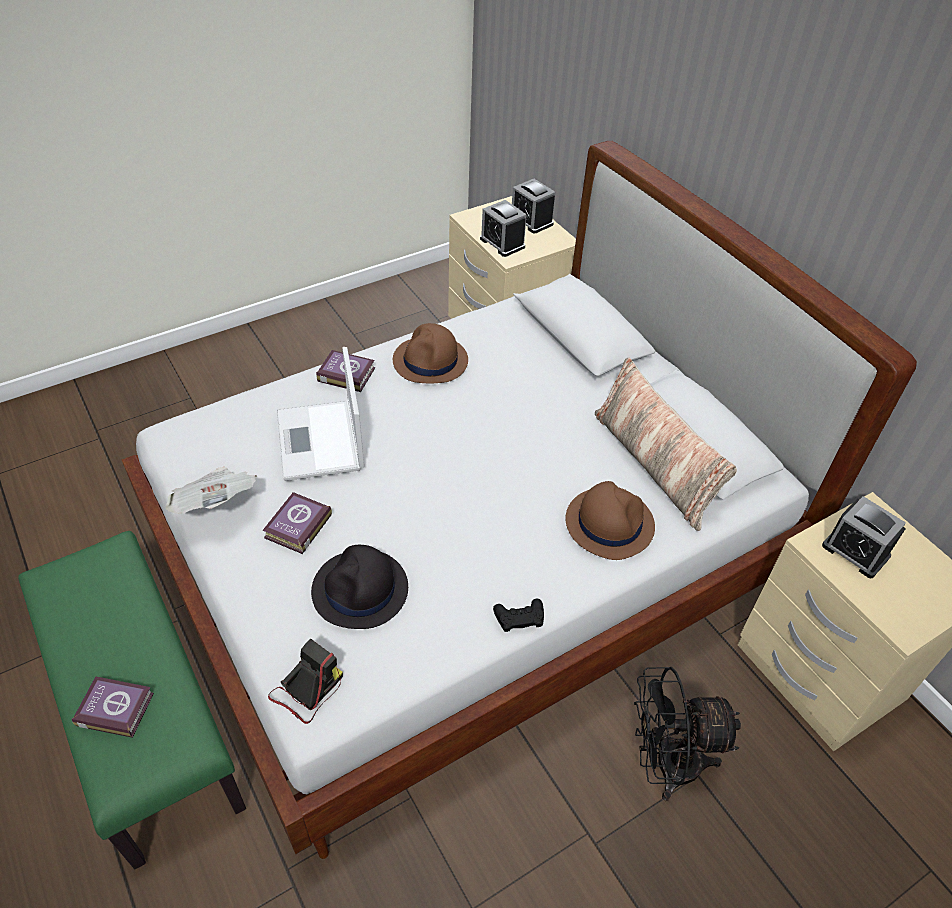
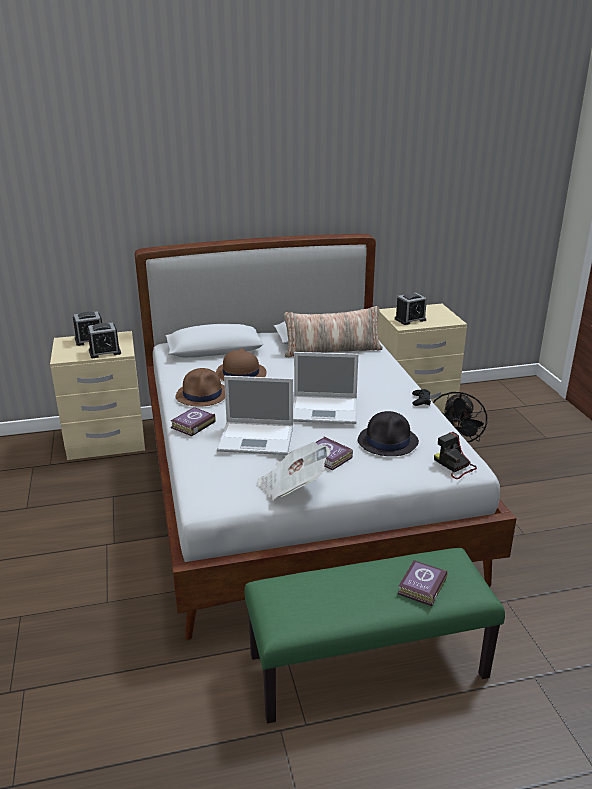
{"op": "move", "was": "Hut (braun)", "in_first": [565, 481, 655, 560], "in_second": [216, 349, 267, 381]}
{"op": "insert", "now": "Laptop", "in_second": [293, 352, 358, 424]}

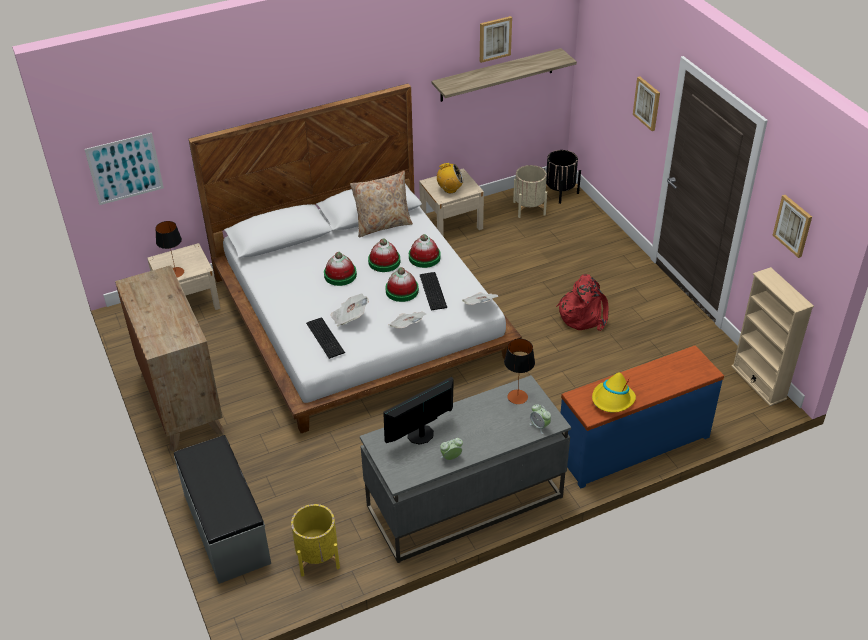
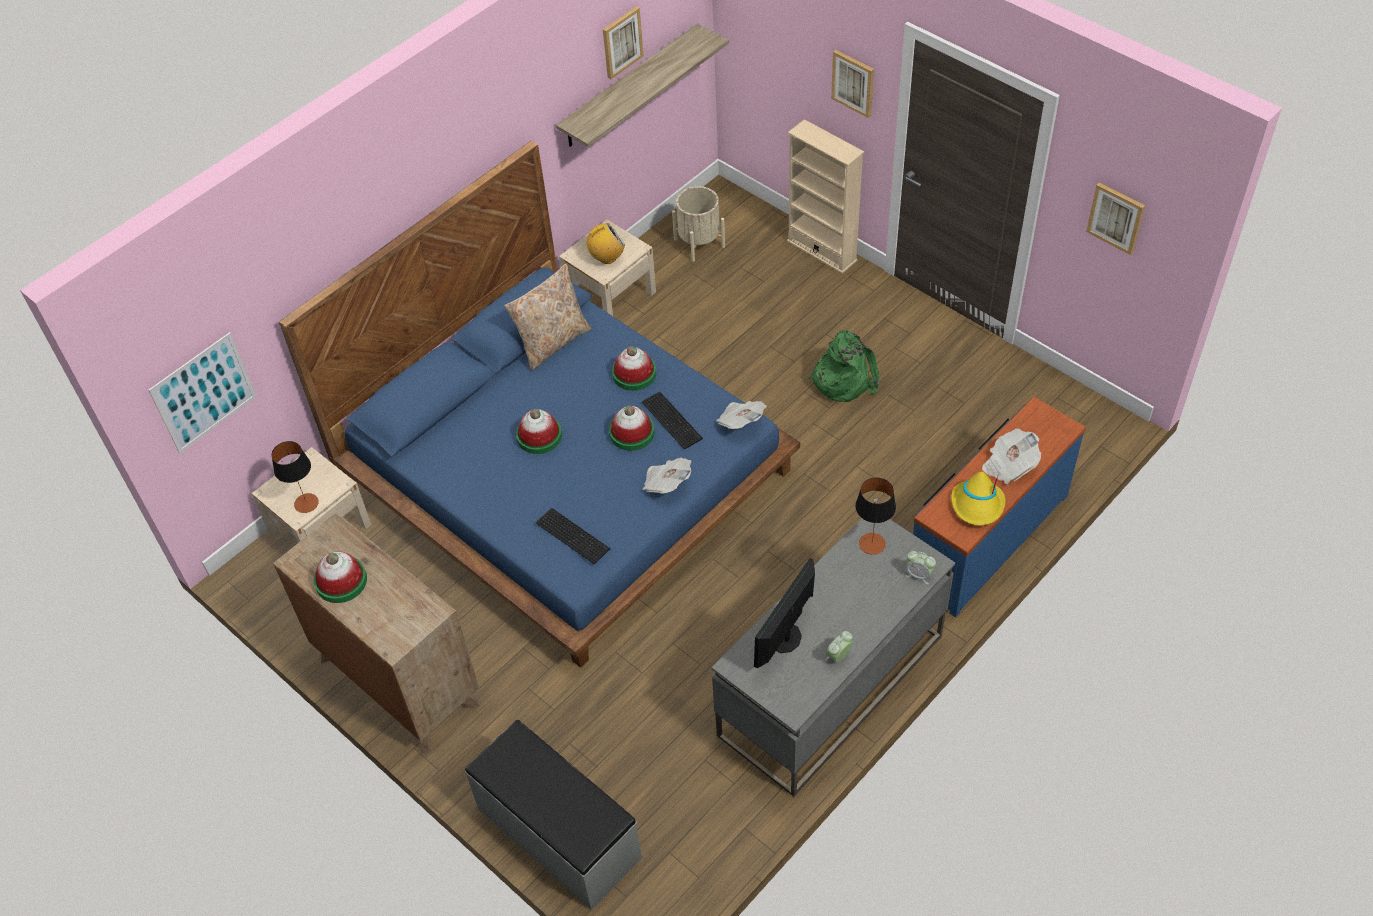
{"op": "recolor", "was": "Bett (weiß)", "now": "Bett (blau)", "in_first": [189, 84, 522, 433], "in_second": [279, 141, 800, 668]}
{"op": "delete", "was": "Pflanzkübel (gelb)", "in_first": [291, 504, 340, 576]}
{"op": "move", "was": "Zeitung", "in_first": [330, 294, 369, 326], "in_second": [982, 429, 1041, 484]}
{"op": "move", "was": "Hut", "in_first": [368, 239, 400, 272], "in_second": [314, 552, 367, 603]}
{"op": "delete", "was": "Pflanzkübel (schwarz)", "in_first": [544, 150, 581, 204]}
{"op": "recolor", "was": "Rucksack (rot)", "now": "Rucksack (grün)", "in_first": [556, 274, 609, 331], "in_second": [808, 330, 879, 402]}
{"op": "move", "was": "Bücherregal (beige)", "in_first": [732, 267, 814, 406], "in_second": [787, 119, 864, 274]}

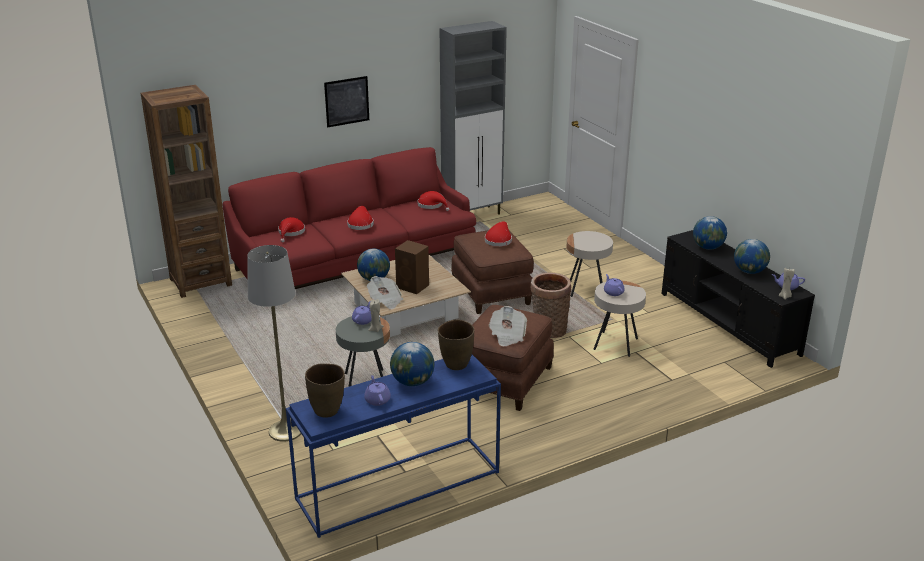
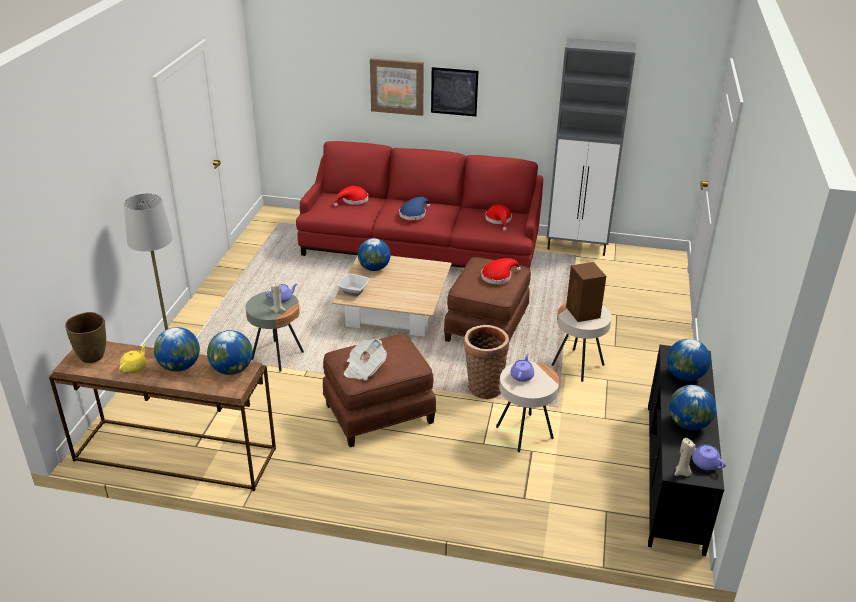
{"op": "delete", "was": "Bücherregal (braun)", "in_first": [141, 85, 232, 298]}
{"op": "recolor", "was": "Konsolentisch (blau)", "now": "Konsolentisch (braun)", "in_first": [286, 355, 501, 538], "in_second": [49, 341, 276, 491]}
{"op": "recolor", "was": "Hut (rot)", "now": "Hut (blau)", "in_first": [347, 206, 374, 230], "in_second": [399, 197, 430, 220]}
{"op": "recolor", "was": "Teekanne (lila)", "now": "Teekanne (gelb)", "in_first": [364, 375, 391, 406], "in_second": [119, 343, 147, 373]}
{"op": "replace", "was": "Zeitung", "now": "Schüssel", "in_first": [367, 276, 403, 309], "in_second": [337, 274, 370, 296]}
{"op": "move", "was": "Lautsprecher (braun)", "in_first": [395, 240, 429, 294], "in_second": [566, 262, 606, 322]}
{"op": "replace", "was": "Vase (braun)", "now": "Globus", "in_first": [438, 320, 475, 370], "in_second": [207, 330, 253, 375]}
{"op": "insert", "now": "Bild", "in_second": [370, 58, 424, 116]}

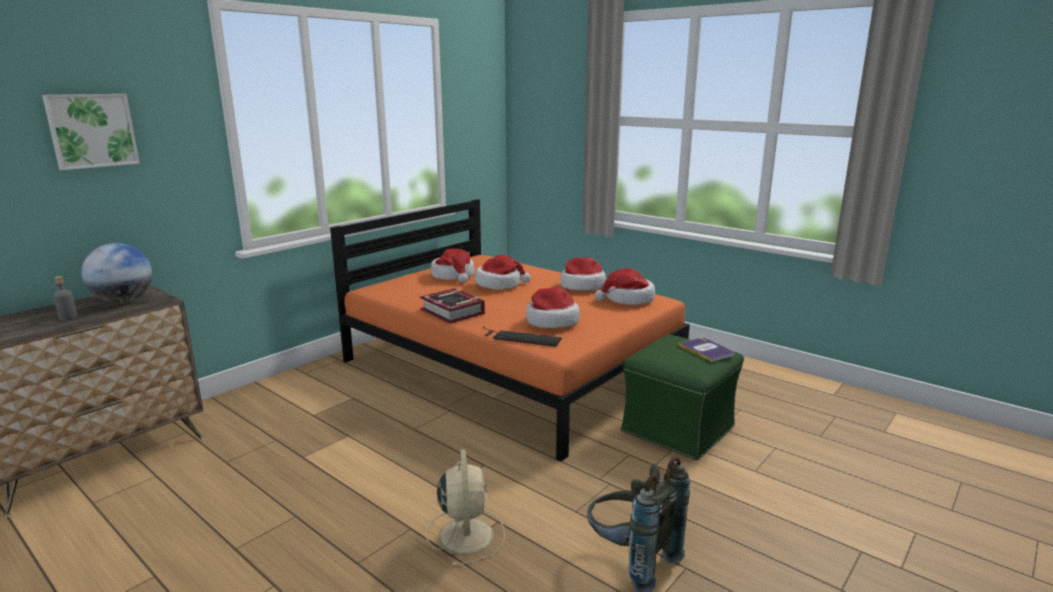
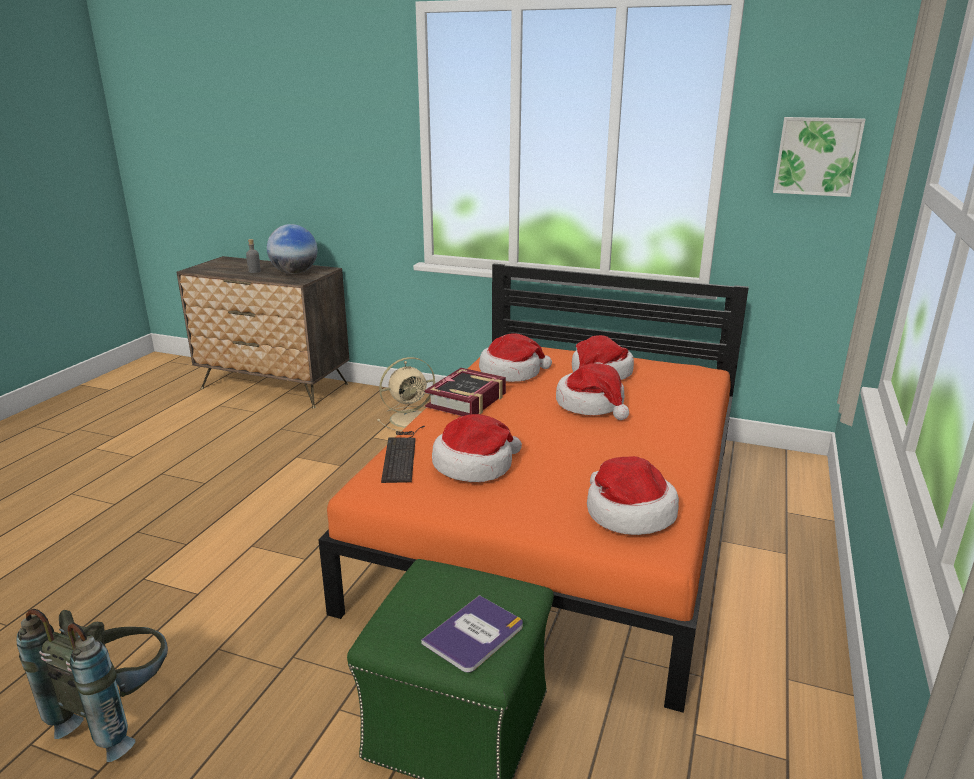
{"op": "move", "was": "Bild", "in_first": [42, 94, 140, 170], "in_second": [773, 117, 866, 197]}
{"op": "move", "was": "Ventilator (beige)", "in_first": [426, 449, 505, 567], "in_second": [377, 357, 435, 431]}
{"op": "move", "was": "Hut", "in_first": [560, 257, 606, 291], "in_second": [479, 333, 552, 382]}

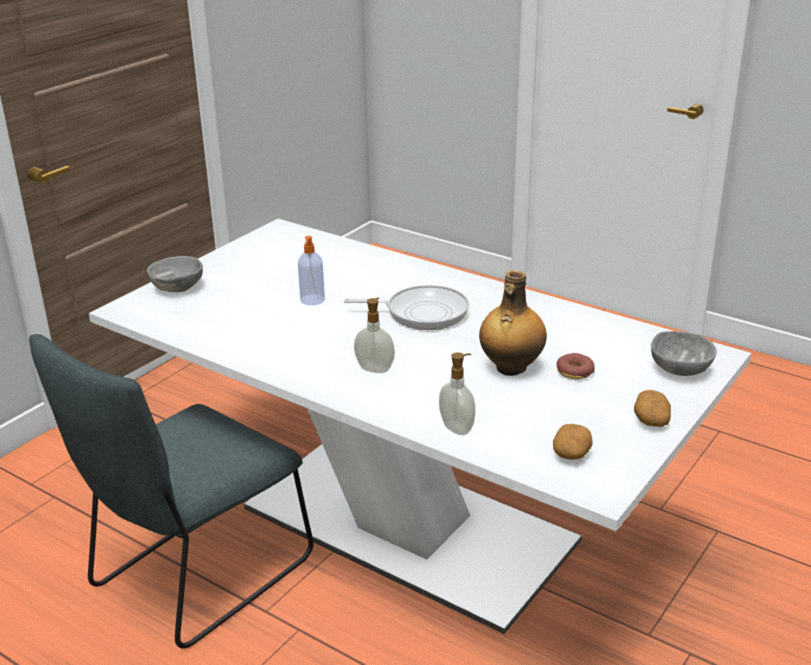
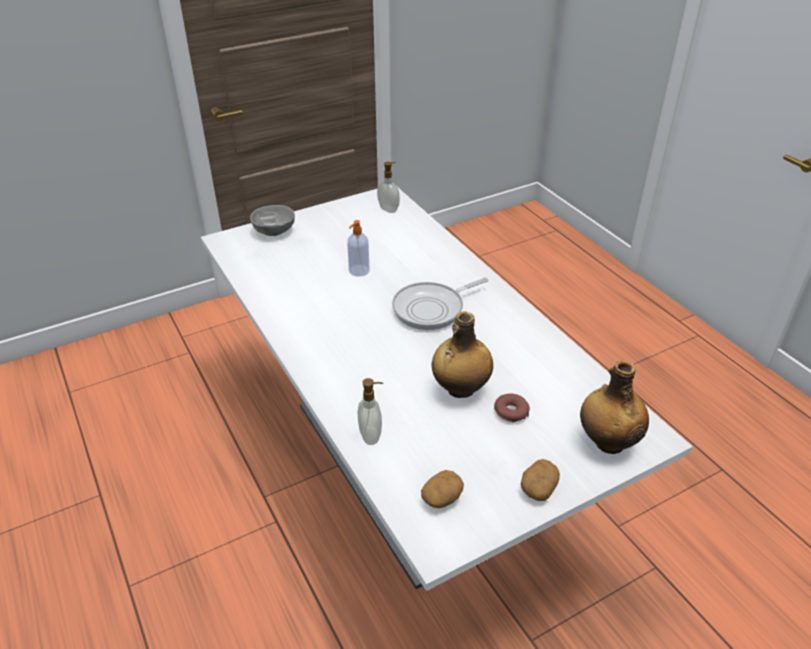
{"op": "delete", "was": "Stuhl (grau)", "in_first": [29, 334, 314, 649]}
{"op": "rotate", "was": "Pfanne", "in_first": [344, 285, 469, 330], "in_second": [392, 277, 488, 330], "clockwise": 120}
{"op": "move", "was": "Seifenspender", "in_first": [354, 297, 395, 373], "in_second": [377, 162, 400, 213]}
{"op": "replace", "was": "Schüssel (grau)", "now": "Flasche", "in_first": [651, 331, 717, 376], "in_second": [580, 360, 649, 454]}

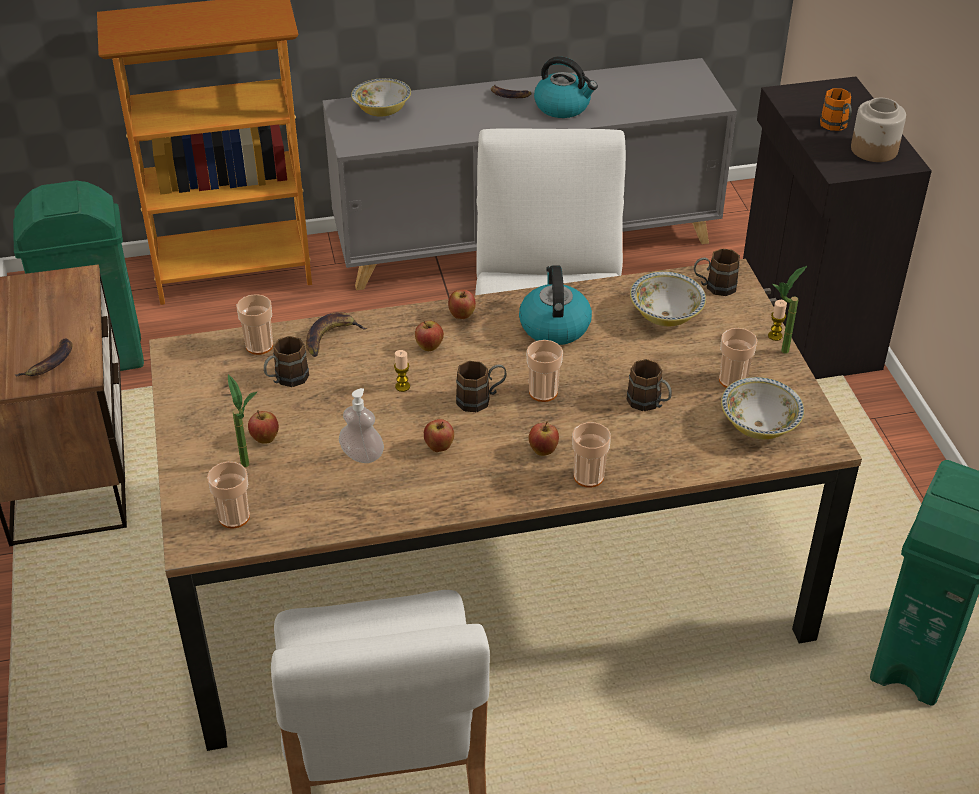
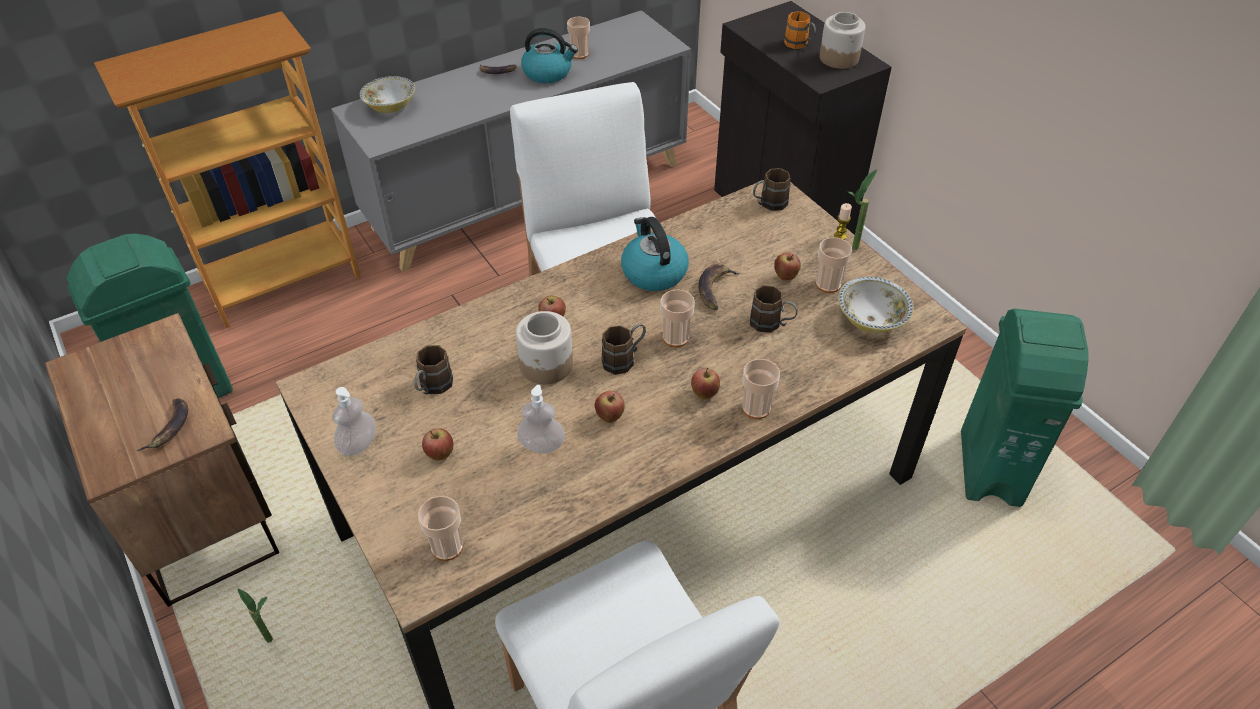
{"op": "move", "was": "Topfpflanze", "in_first": [228, 374, 257, 467], "in_second": [238, 589, 273, 643]}
{"op": "move", "was": "Tasse", "in_first": [237, 294, 273, 355], "in_second": [567, 17, 590, 59]}
{"op": "move", "was": "Banane", "in_first": [306, 312, 367, 357], "in_second": [698, 264, 740, 311]}
{"op": "replace", "was": "Kerze", "now": "Vorratsglas", "in_first": [394, 350, 410, 392], "in_second": [516, 311, 573, 384]}
{"op": "move", "was": "Apfel", "in_first": [448, 290, 476, 319], "in_second": [774, 253, 801, 281]}
{"op": "delete", "was": "Schüssel", "in_first": [630, 271, 706, 326]}
{"op": "insert", "now": "Seifenspender", "in_second": [333, 387, 376, 456]}

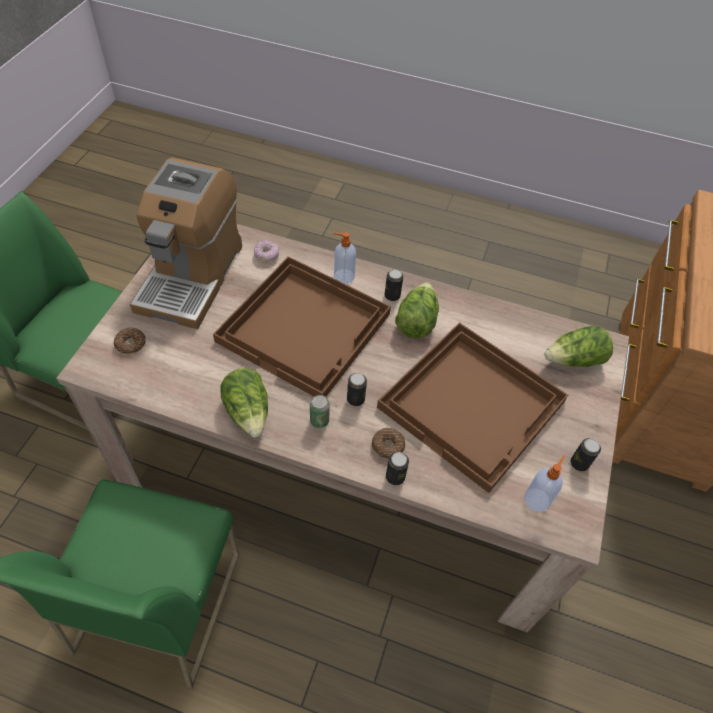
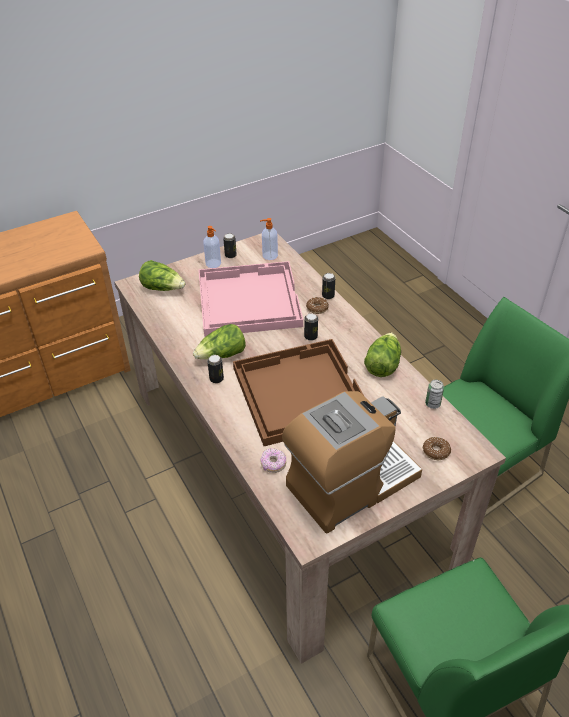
{"op": "move", "was": "Dose", "in_first": [310, 395, 330, 428], "in_second": [425, 380, 444, 409]}
{"op": "move", "was": "Seifenspender", "in_first": [333, 232, 356, 284], "in_second": [203, 226, 221, 268]}
{"op": "recolor", "was": "Tablett (braun)", "now": "Tablett (rosa)", "in_first": [377, 322, 568, 493], "in_second": [198, 261, 303, 337]}

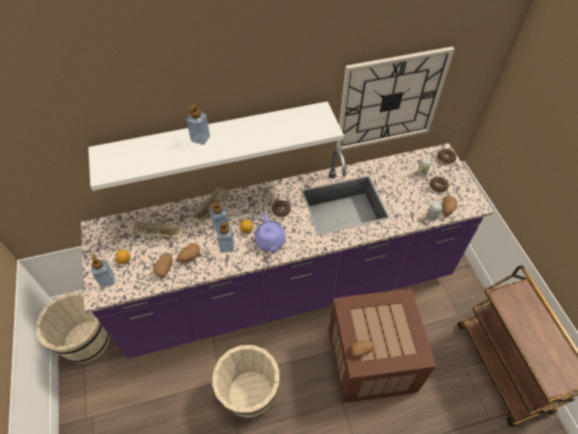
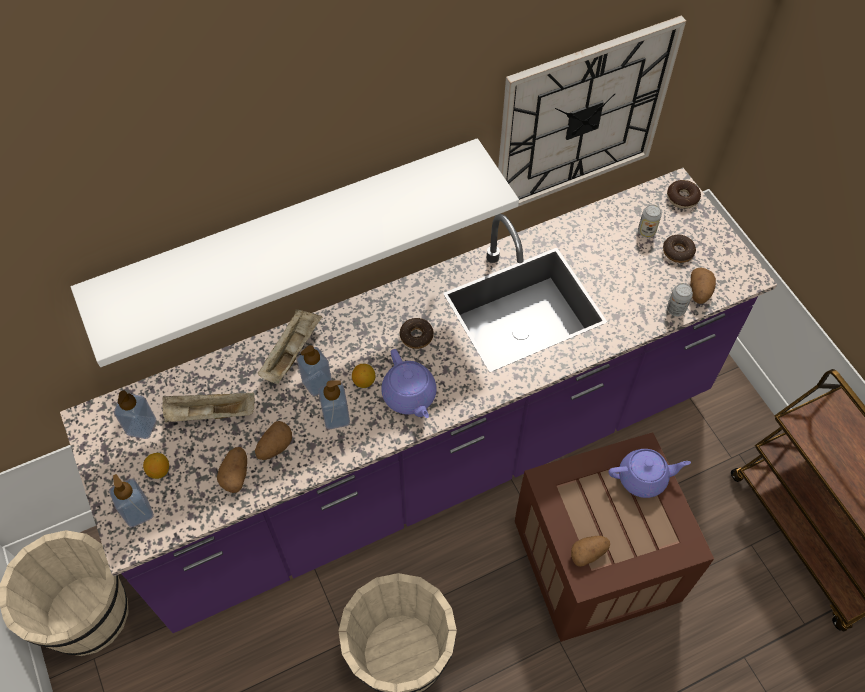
{"op": "move", "was": "Seifenspender", "in_first": [186, 104, 210, 145], "in_second": [114, 391, 156, 439]}
{"op": "insert", "now": "Teekanne (lila)", "in_second": [609, 449, 691, 498]}

